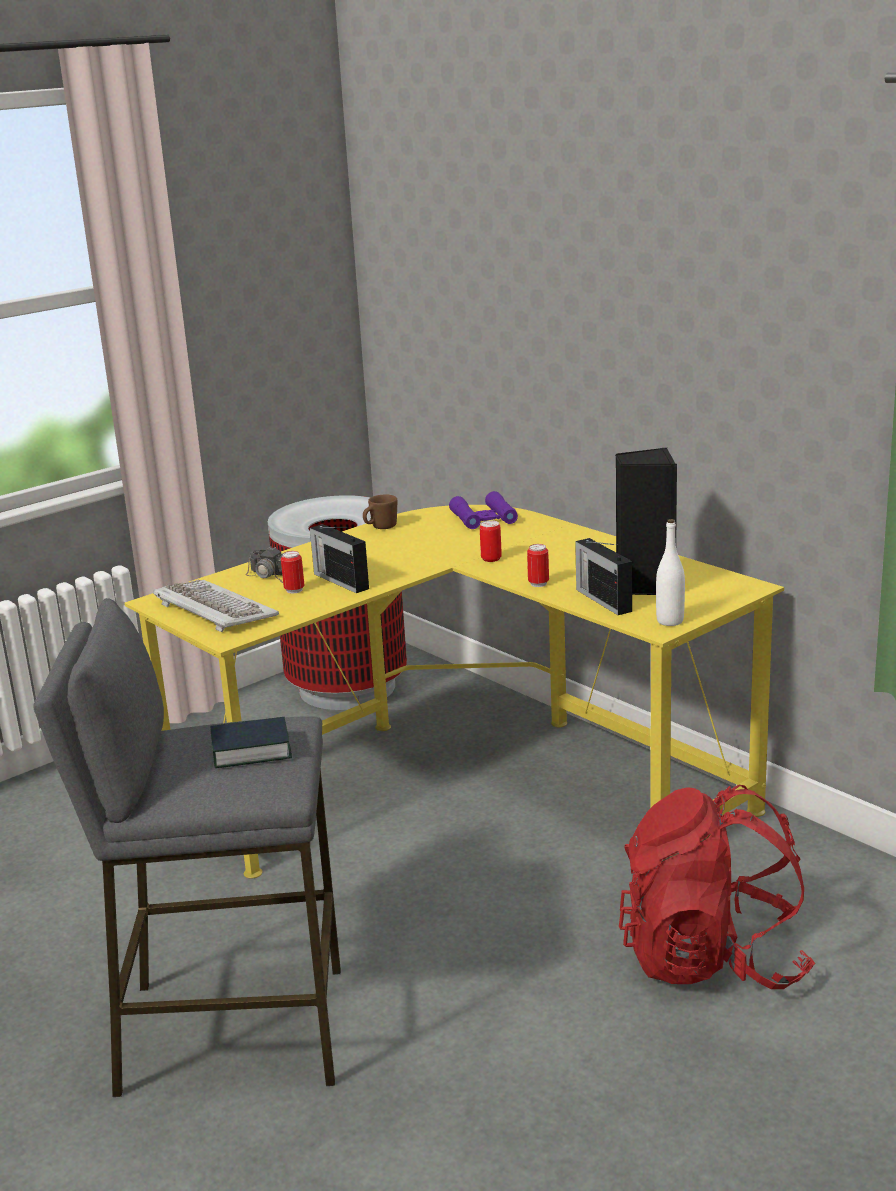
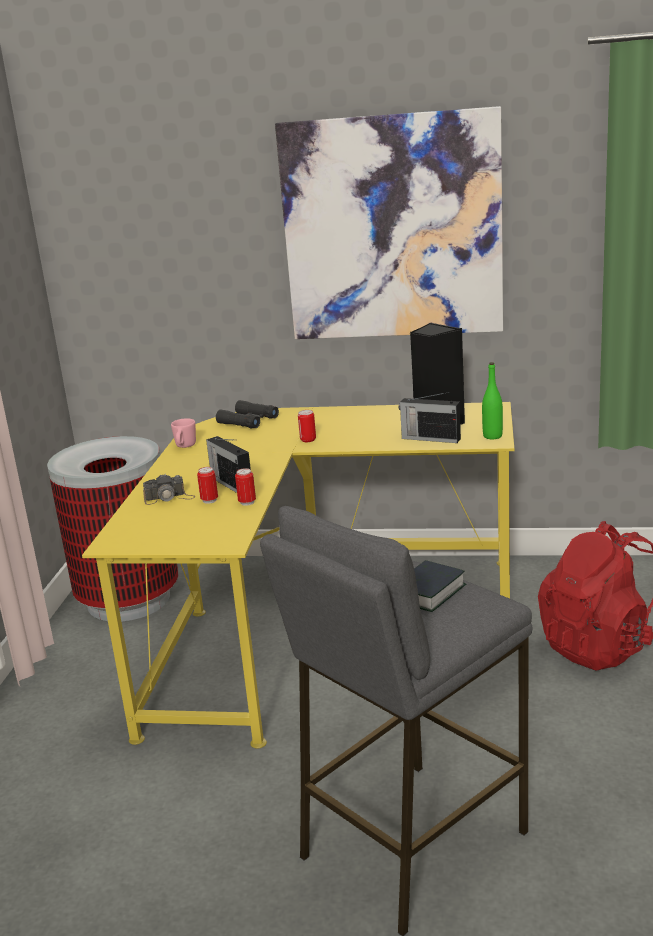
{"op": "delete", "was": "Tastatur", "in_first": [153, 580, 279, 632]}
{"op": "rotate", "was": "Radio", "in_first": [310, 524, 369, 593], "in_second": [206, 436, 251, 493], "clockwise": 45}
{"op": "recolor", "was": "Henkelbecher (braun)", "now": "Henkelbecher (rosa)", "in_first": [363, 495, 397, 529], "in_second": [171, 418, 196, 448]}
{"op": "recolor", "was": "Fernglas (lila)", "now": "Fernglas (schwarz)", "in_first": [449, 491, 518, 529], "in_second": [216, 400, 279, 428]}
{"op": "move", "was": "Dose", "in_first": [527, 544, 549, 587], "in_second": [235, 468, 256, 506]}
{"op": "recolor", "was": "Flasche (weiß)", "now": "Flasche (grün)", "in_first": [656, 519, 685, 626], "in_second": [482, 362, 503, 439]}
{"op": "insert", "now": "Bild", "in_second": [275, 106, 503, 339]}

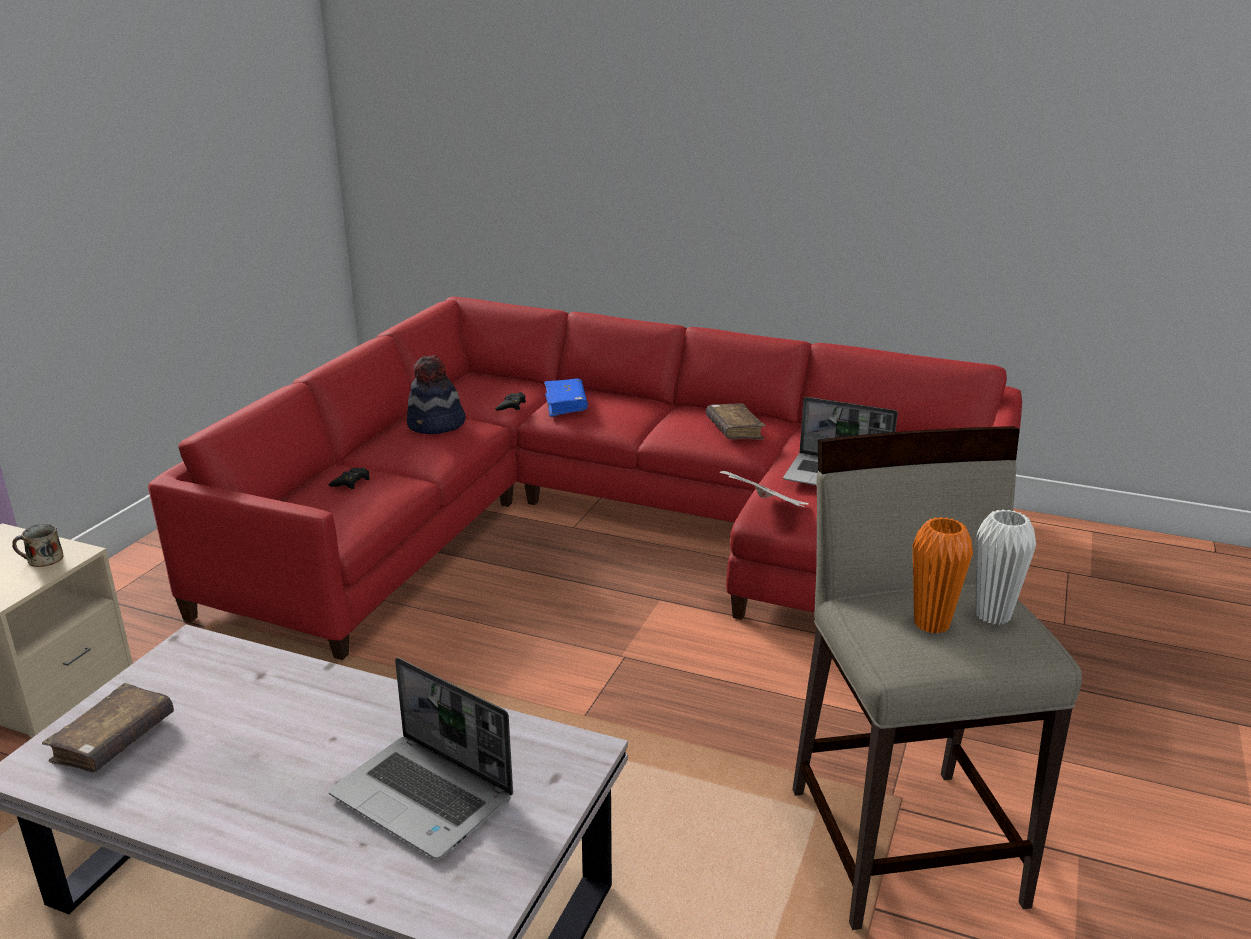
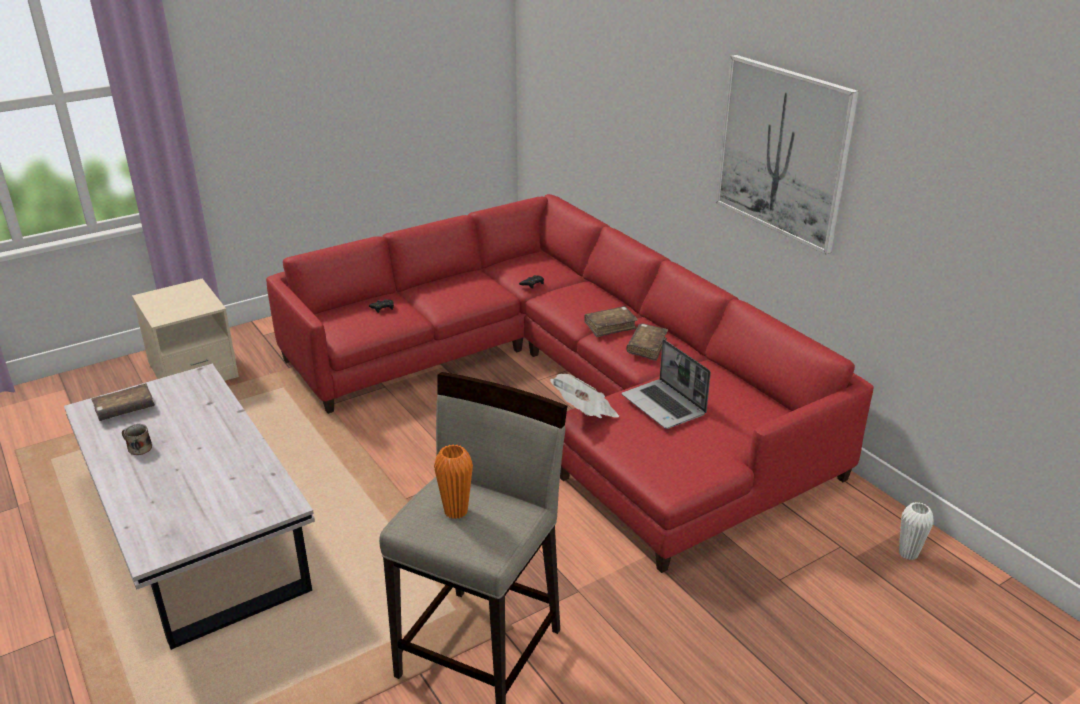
{"op": "move", "was": "Henkelbecher", "in_first": [12, 524, 64, 567], "in_second": [122, 424, 152, 455]}
{"op": "delete", "was": "Laptop", "in_first": [328, 657, 513, 859]}
{"op": "delete", "was": "Hut", "in_first": [407, 355, 466, 434]}
{"op": "delete", "was": "Buch (blau)", "in_first": [544, 379, 588, 417]}
{"op": "move", "was": "Vase (weiß)", "in_first": [975, 509, 1036, 625], "in_second": [899, 502, 934, 560]}
{"op": "insert", "now": "Buch (braun)", "in_second": [584, 306, 638, 337]}
{"op": "insert", "now": "Bild", "in_second": [716, 55, 859, 254]}

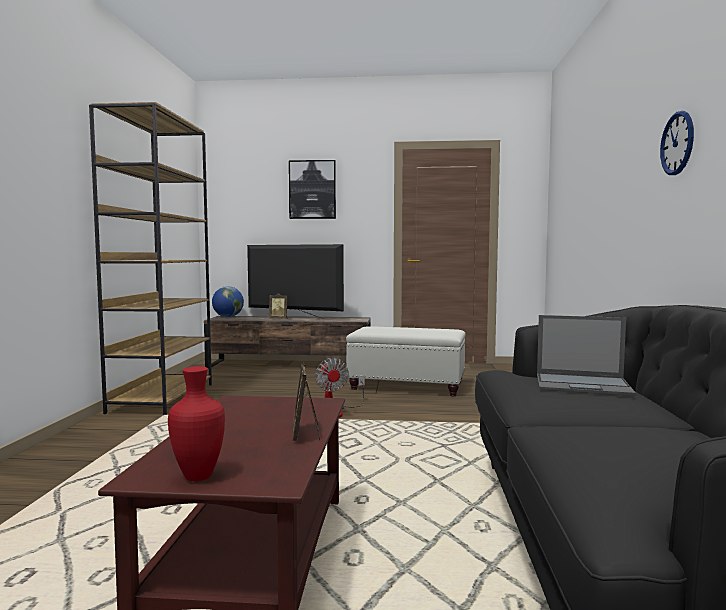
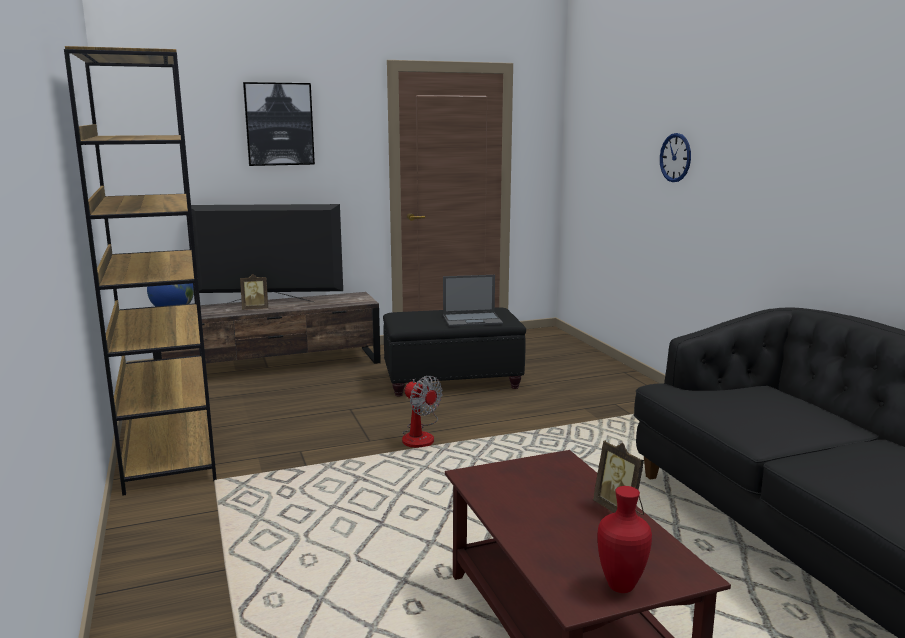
{"op": "recolor", "was": "Polsterhocker (weiß)", "now": "Polsterhocker (schwarz)", "in_first": [346, 326, 466, 396], "in_second": [383, 308, 526, 397]}
{"op": "move", "was": "Laptop", "in_first": [537, 315, 636, 396], "in_second": [443, 275, 503, 327]}
{"op": "move", "was": "Wanduhr", "in_first": [660, 111, 694, 175], "in_second": [660, 133, 691, 182]}

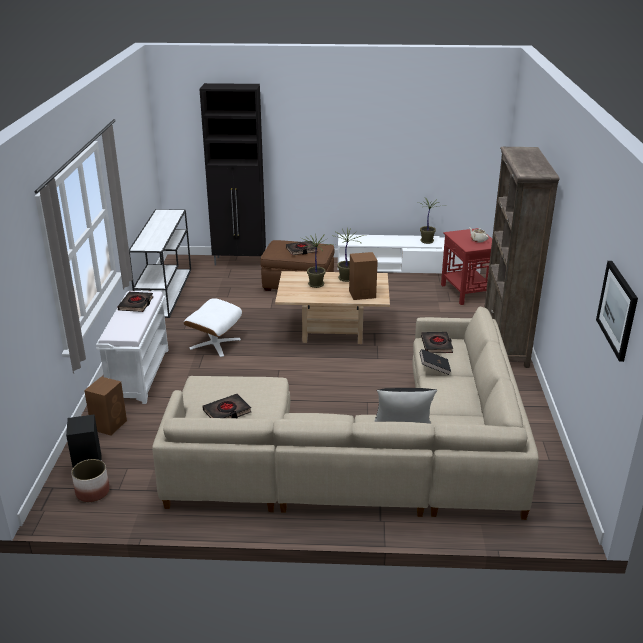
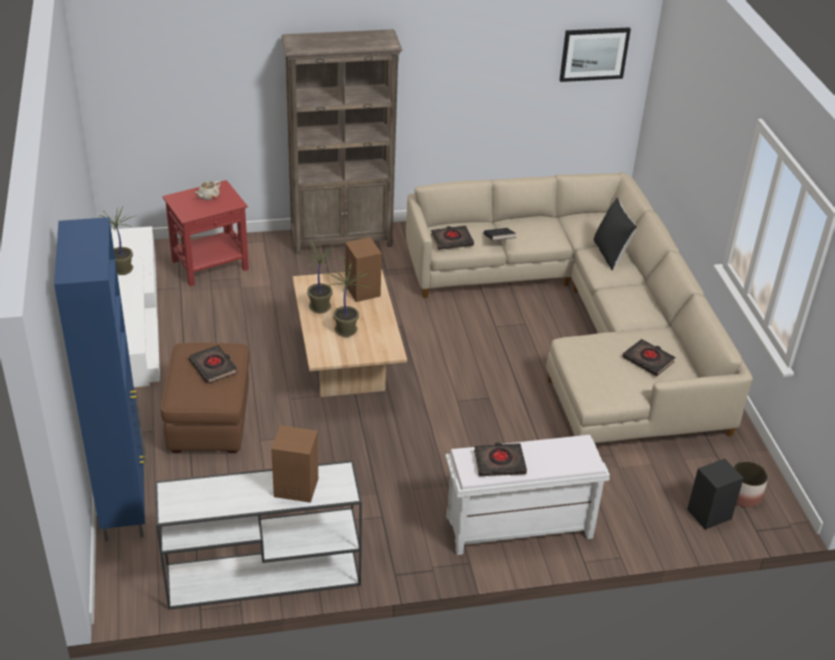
{"op": "move", "was": "Lautsprecher (braun)", "in_first": [84, 377, 127, 435], "in_second": [271, 425, 318, 503]}
{"op": "delete", "was": "Polsterhocker (weiß)", "in_first": [184, 298, 242, 357]}
{"op": "recolor", "was": "Schrank (schwarz)", "now": "Schrank (blau)", "in_first": [199, 83, 266, 266], "in_second": [54, 217, 146, 542]}

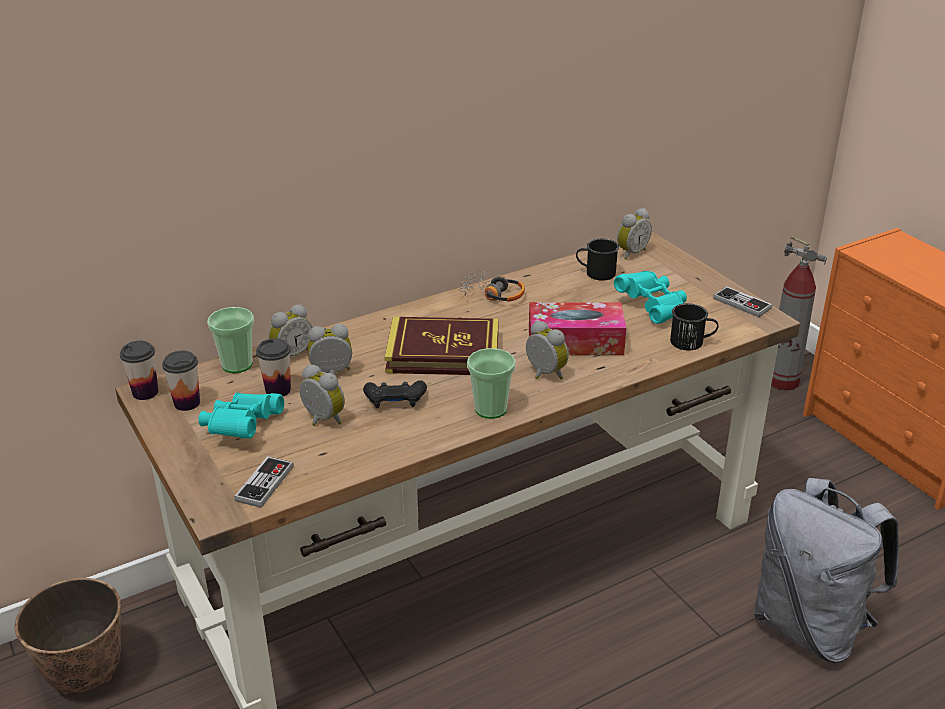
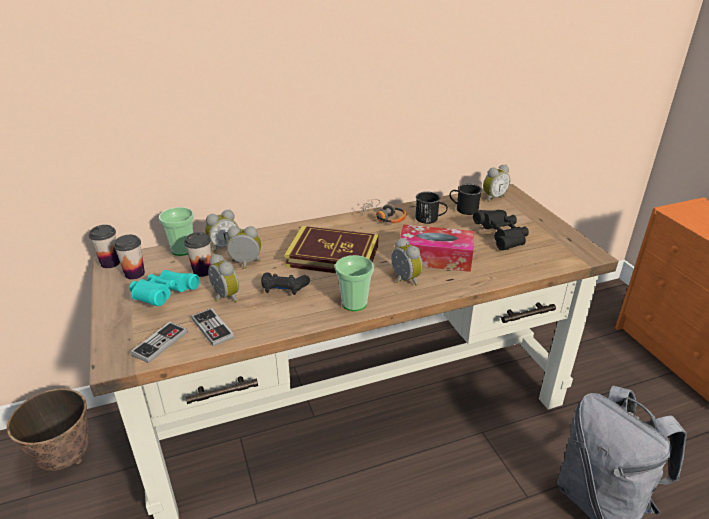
{"op": "recolor", "was": "Fernglas (türkis)", "now": "Fernglas (schwarz)", "in_first": [614, 271, 687, 324], "in_second": [473, 210, 529, 250]}
{"op": "move", "was": "Henkelbecher (schwarz)", "in_first": [670, 303, 718, 350], "in_second": [415, 192, 448, 224]}
{"op": "move", "was": "Gamepad", "in_first": [713, 286, 772, 317], "in_second": [191, 308, 234, 347]}
{"op": "delete", "was": "Feuerlöscher", "in_first": [771, 236, 827, 390]}

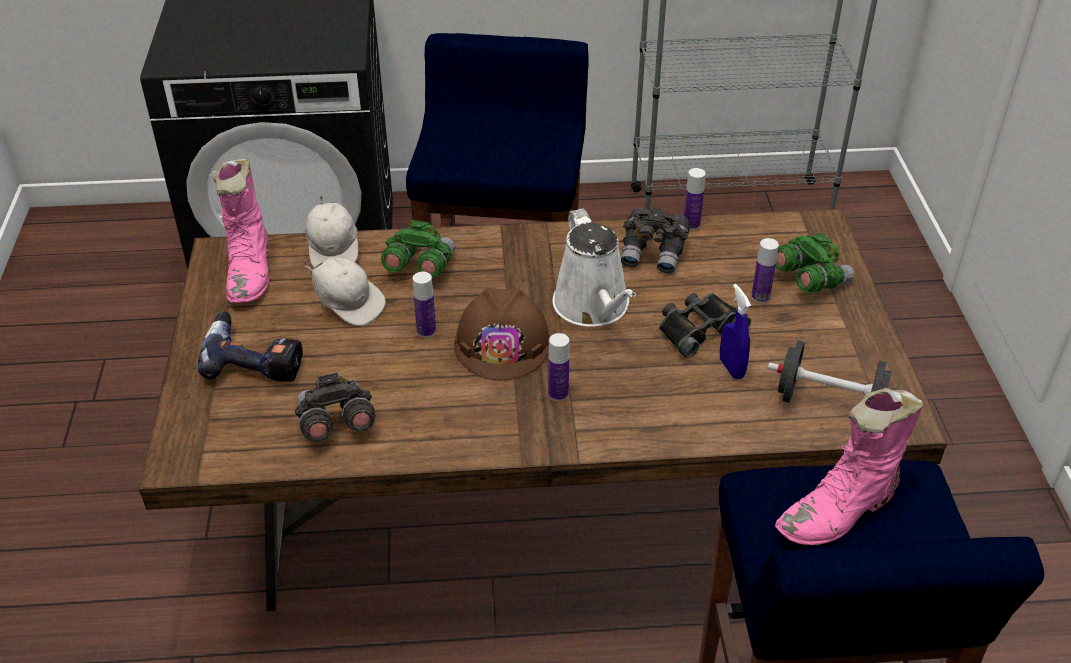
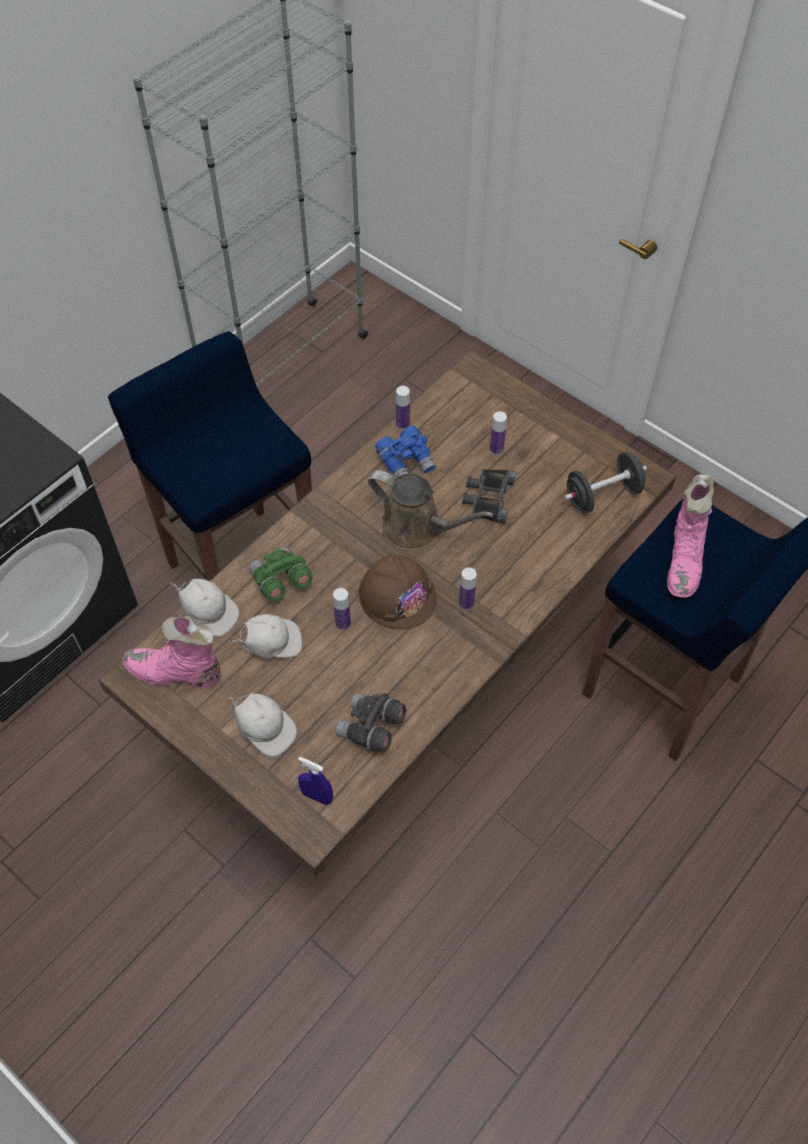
{"op": "replace", "was": "Bohrmaschine", "now": "Kappe (weiß)", "in_first": [198, 311, 303, 382], "in_second": [226, 693, 297, 757]}
{"op": "rotate", "was": "Stiefel (rosa)", "in_first": [213, 159, 269, 303], "in_second": [123, 615, 221, 688], "clockwise": 150}
{"op": "recolor", "was": "Gießkanne (weiß)", "now": "Gießkanne (braun)", "in_first": [553, 208, 636, 327], "in_second": [368, 470, 493, 551]}
{"op": "recolor", "was": "Fernglas (grau)", "now": "Fernglas (blau)", "in_first": [621, 208, 690, 273], "in_second": [375, 426, 436, 477]}
{"op": "move", "was": "Sprühflasche (blau)", "in_first": [720, 284, 751, 380], "in_second": [298, 757, 333, 805]}
{"op": "delete", "was": "Fernglas (grün)", "in_first": [775, 232, 854, 293]}

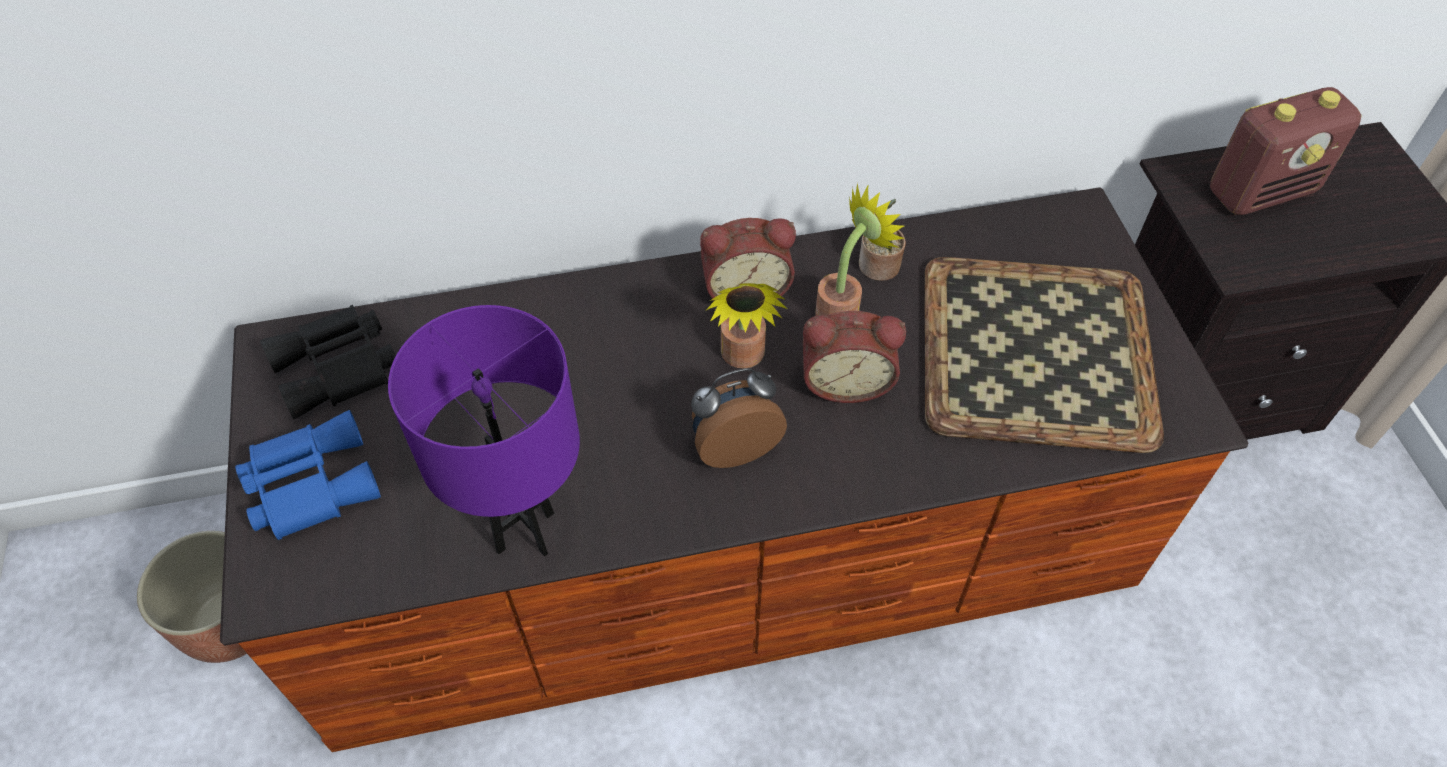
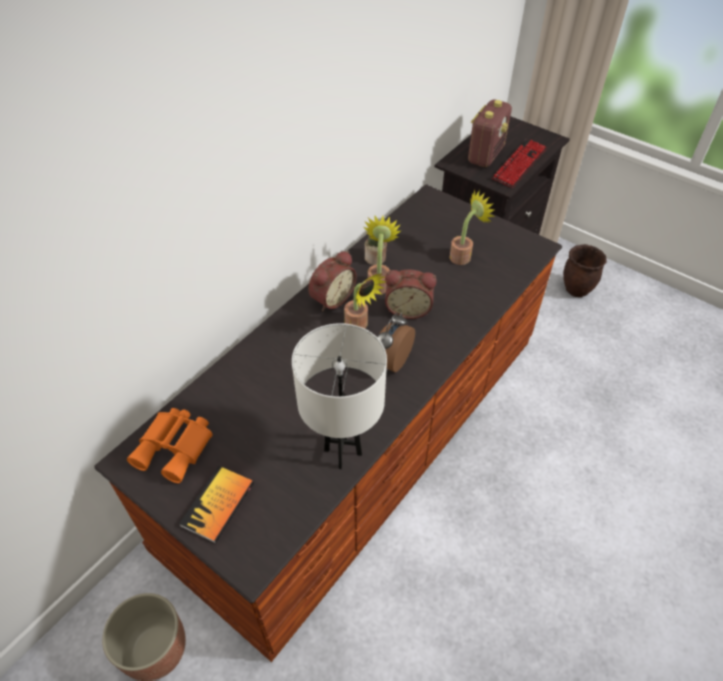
{"op": "replace", "was": "Fernglas (blau)", "now": "Buch", "in_first": [235, 410, 381, 540], "in_second": [179, 466, 254, 543]}
{"op": "recolor", "was": "Fernglas (schwarz)", "now": "Fernglas (orange)", "in_first": [260, 305, 396, 419], "in_second": [127, 408, 213, 483]}
{"op": "recolor", "was": "Tischlampe (lila)", "now": "Tischlampe (weiß)", "in_first": [388, 305, 580, 556], "in_second": [292, 323, 387, 469]}
{"op": "rotate", "was": "Wecker", "in_first": [803, 311, 906, 403], "in_second": [385, 269, 437, 319], "clockwise": 45}
{"op": "replace", "was": "Tablett", "now": "Topfpflanze", "in_first": [925, 257, 1164, 453], "in_second": [449, 190, 495, 265]}
{"op": "insert", "now": "Tastatur", "in_second": [492, 139, 547, 188]}
{"op": "insert", "now": "Pflanzkübel (braun)", "in_second": [563, 244, 607, 297]}

